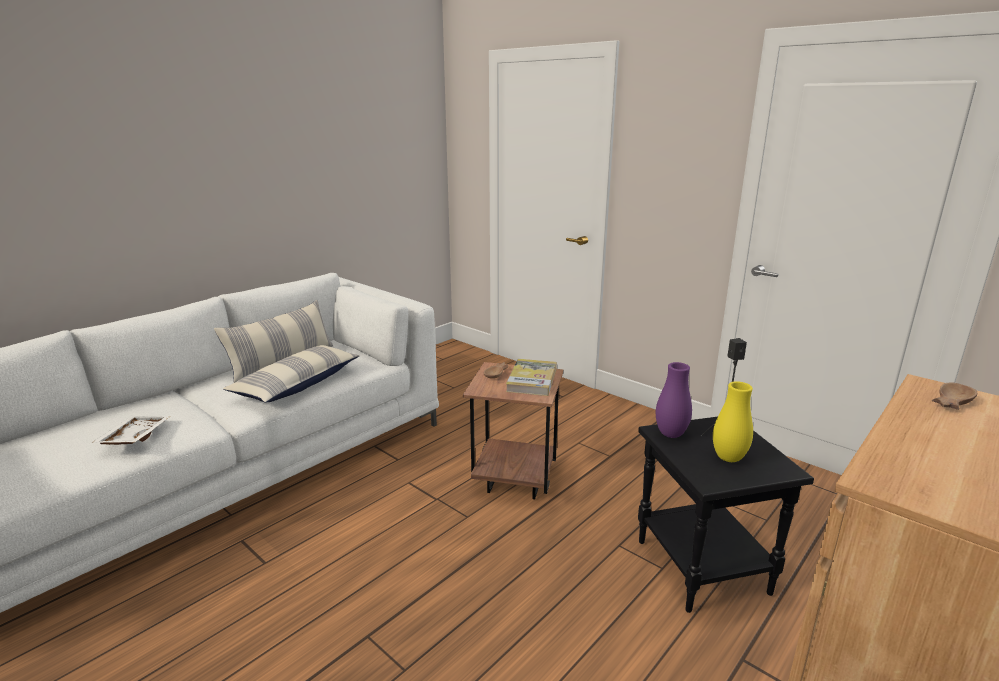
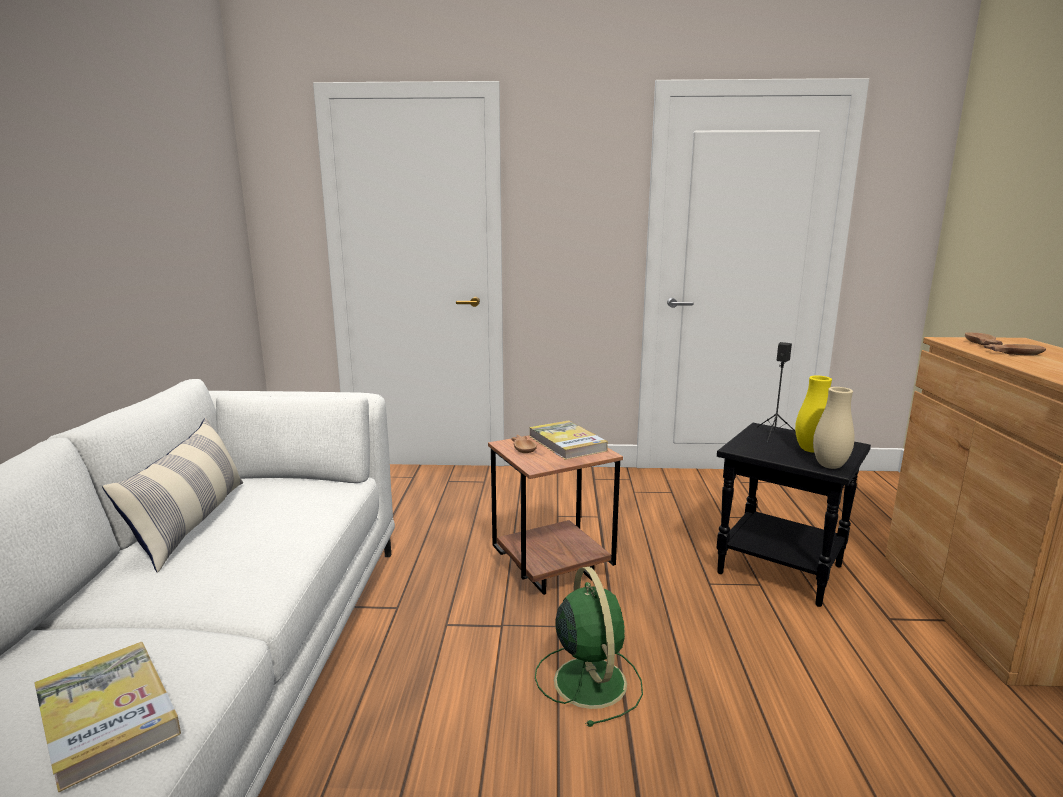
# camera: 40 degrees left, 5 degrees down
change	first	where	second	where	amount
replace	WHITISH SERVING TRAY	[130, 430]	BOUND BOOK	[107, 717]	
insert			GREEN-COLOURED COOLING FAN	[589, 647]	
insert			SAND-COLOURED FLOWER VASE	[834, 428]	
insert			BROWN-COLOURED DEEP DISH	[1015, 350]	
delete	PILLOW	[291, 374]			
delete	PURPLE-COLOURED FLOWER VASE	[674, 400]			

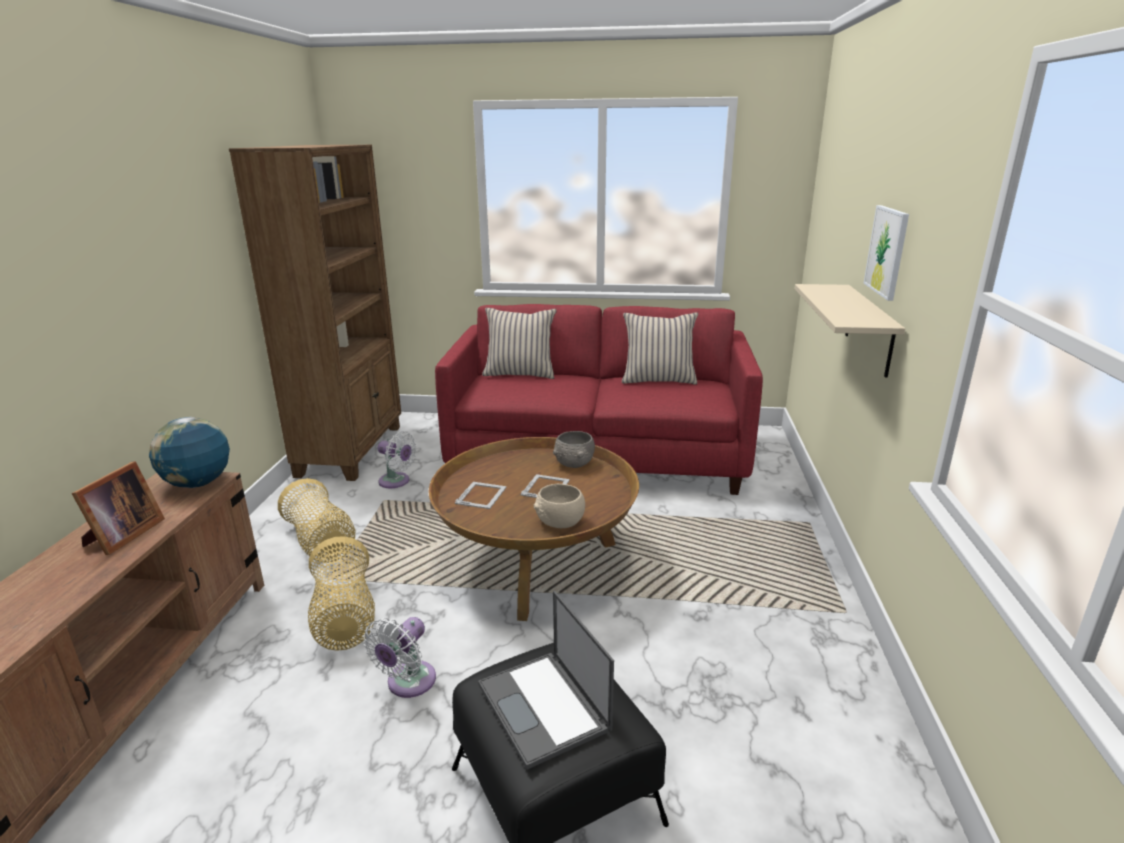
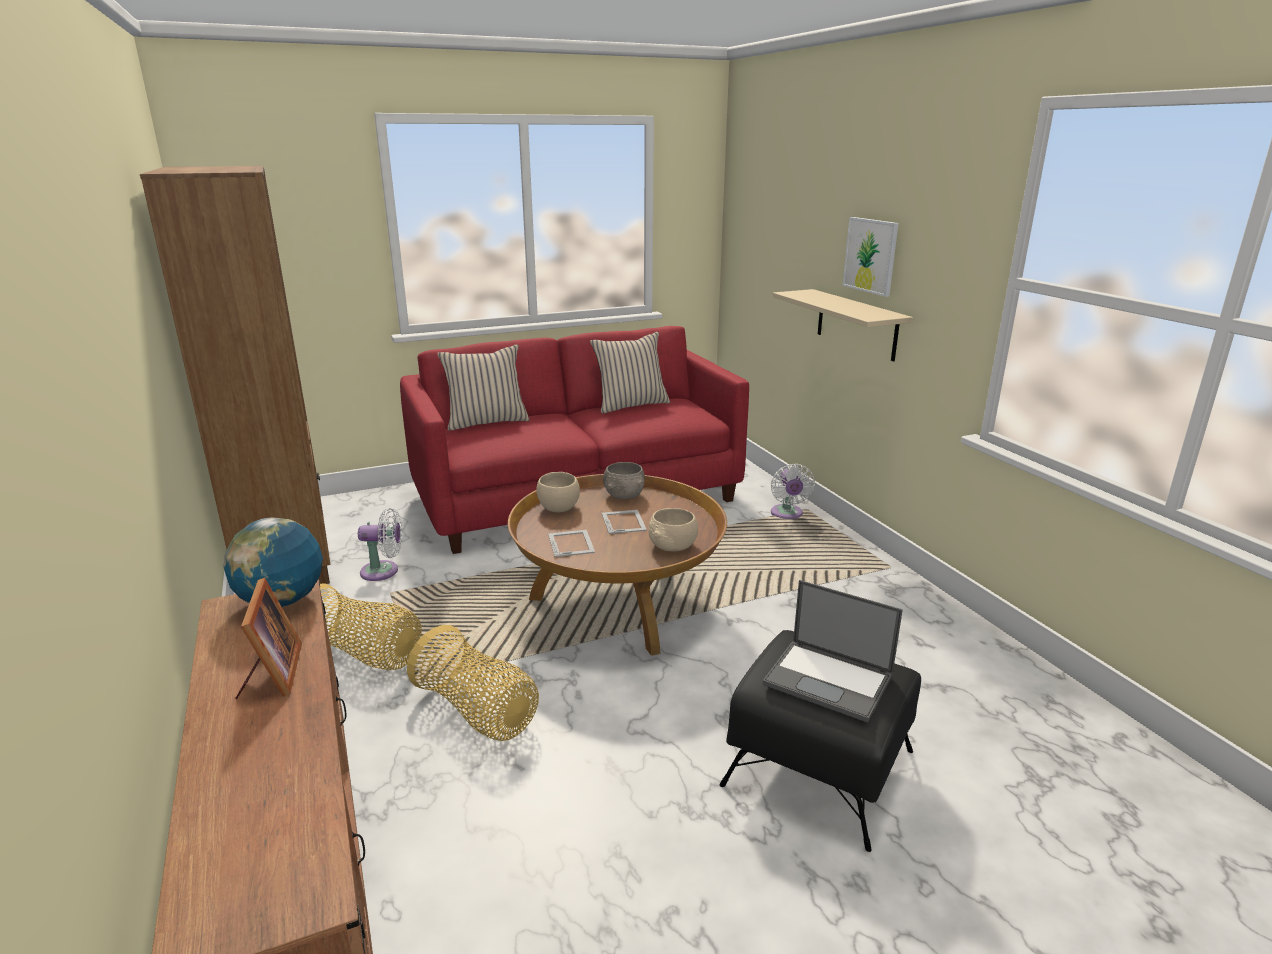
# camera: 30 degrees left, 0 degrees up
change	first	where	second	where	amount
insert			SAND-COLOURED DEEP DISH	[558, 492]	
move	WHITISH COOLING FAN	[399, 657]		[793, 491]	

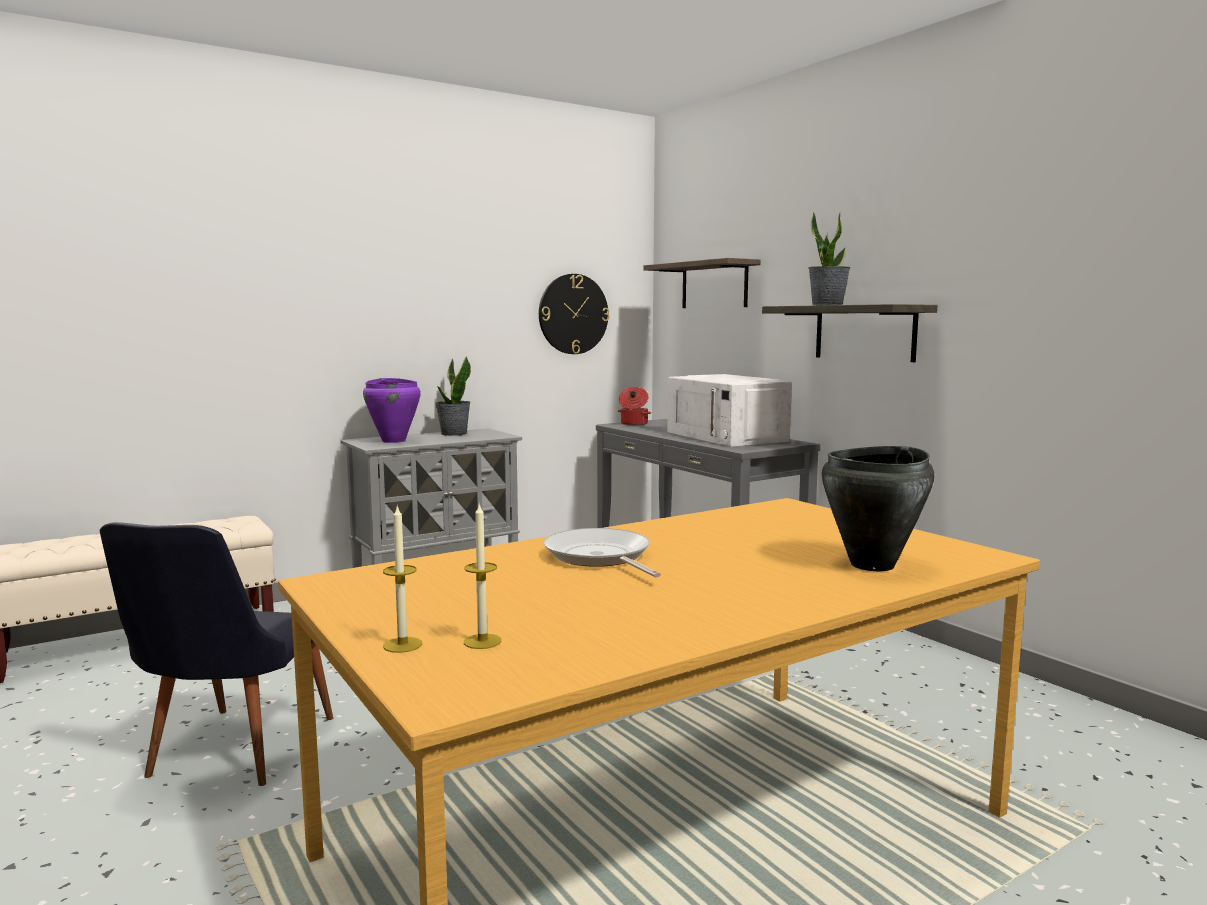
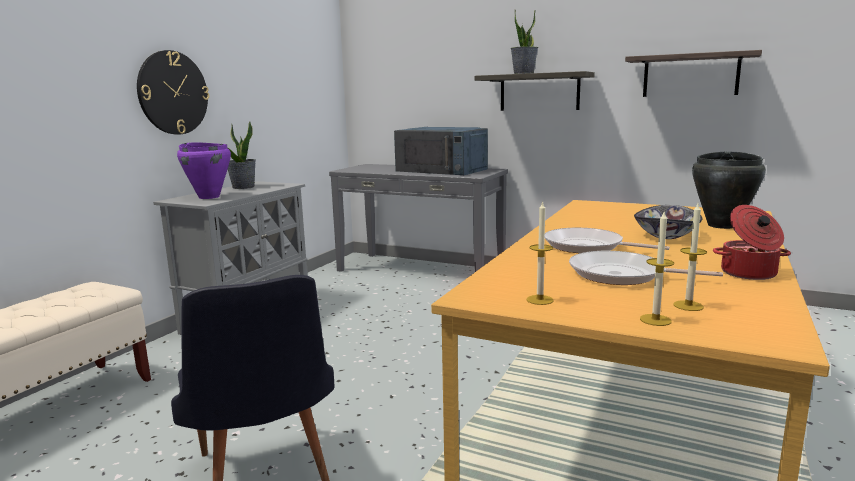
# camera: 30 degrees left, 5 degrees up
change	first	where	second	where	amount
move	HANGING CLOCK	[574, 314]		[173, 92]	
recolor	WHITISH KITCHEN MICROWAVE	[729, 410]	BLUE-COLOURED KITCHEN MICROWAVE	[441, 151]	
insert			WAX LIGHT	[540, 253]	
insert			PAN	[646, 268]	
move	BRACKET SHELF	[702, 283]		[693, 73]	
insert			DEEP DISH	[668, 222]	
move	SAUCEPOT	[634, 406]		[752, 242]	

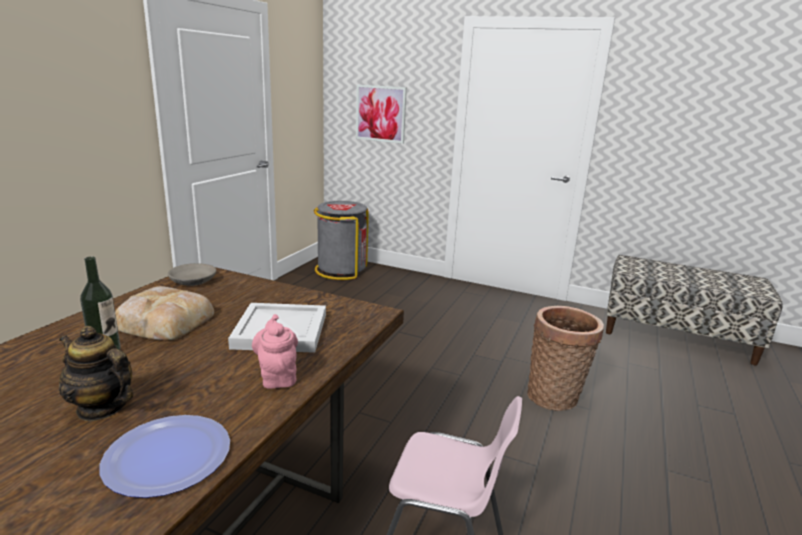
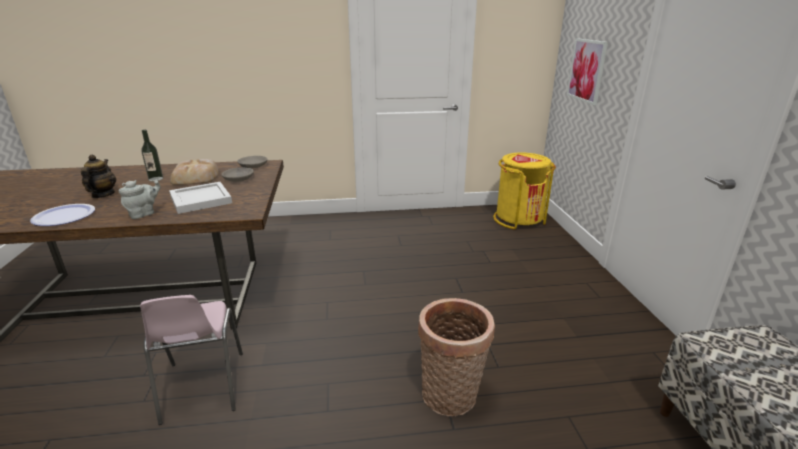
# camera: 60 degrees right, 5 degrees up
change	first	where	second	where	amount
recolor	PINKISH POT FOR TEA	[275, 351]	GREY POT FOR TEA	[140, 199]	
insert			GREY DEEP DISH	[237, 174]	
recolor	GREY WASTE BIN	[341, 240]	YELLOW-COLOURED WASTE BIN	[524, 190]	

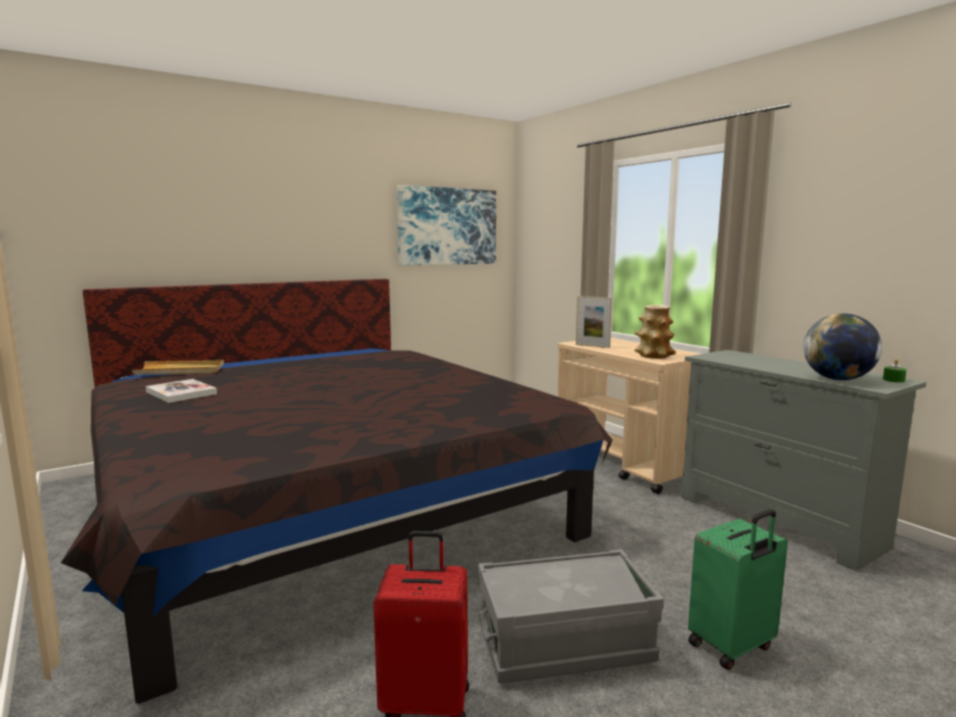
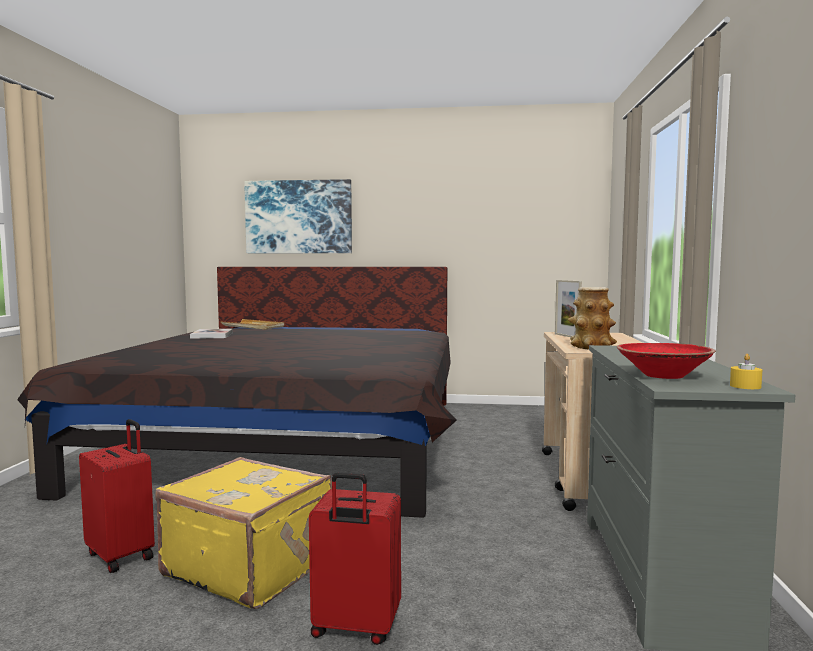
# camera: 40 degrees right, 5 degrees down
change	first	where	second	where	amount
replace	GREY STORAGE CONTAINER	[571, 616]	YELLOW-COLOURED PIECE OF LUGGAGE	[243, 533]	
move	PICTURE	[446, 225]		[298, 216]	
recolor	GREEN-COLOURED PIECE OF LUGGAGE	[738, 589]	RED-COLOURED PIECE OF LUGGAGE	[355, 558]	
replace	DESK GLOBE	[842, 346]	RED-COLOURED DEEP DISH	[666, 361]	
recolor	GREEN-COLOURED WAX LIGHT	[895, 370]	YELLOW-COLOURED WAX LIGHT	[746, 371]	

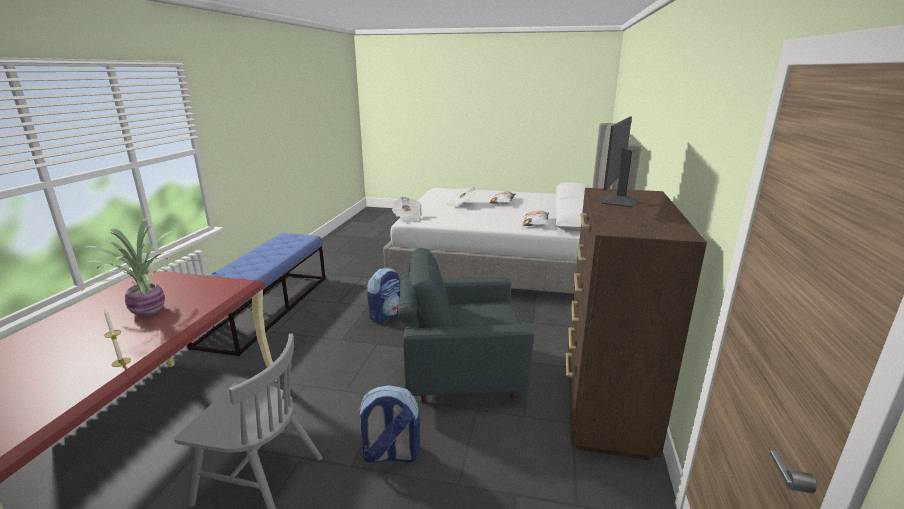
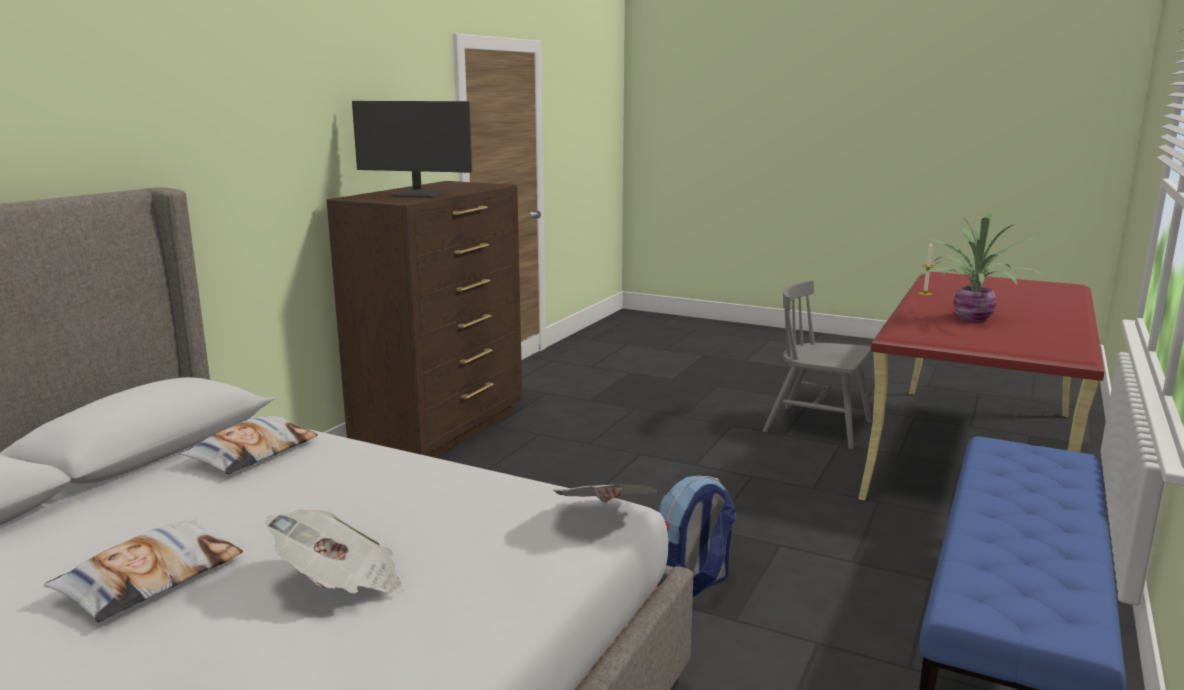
# camera: 165 degrees left, 5 degrees down
change	first	where	second	where	amount
rotate	COMPUTER SCREEN	[620, 162]		[412, 149]	60 degrees clockwise
delete	RUCKSACK	[388, 424]			
delete	GREY LOUNGE CHAIR	[465, 325]			

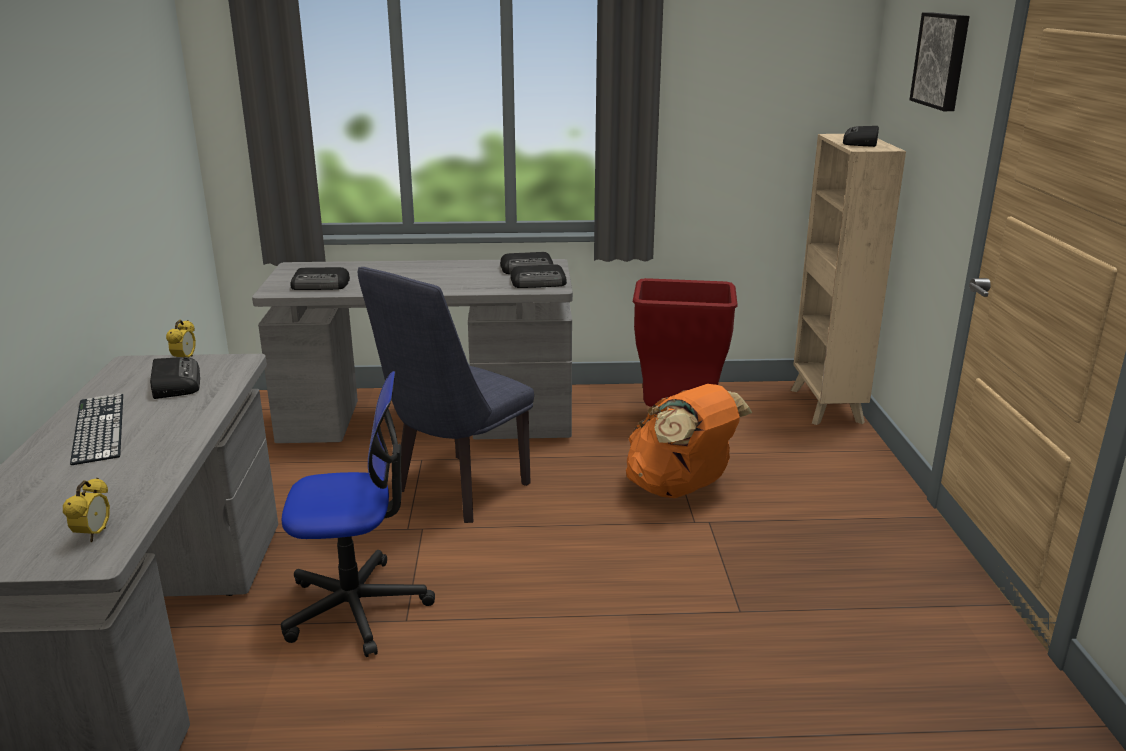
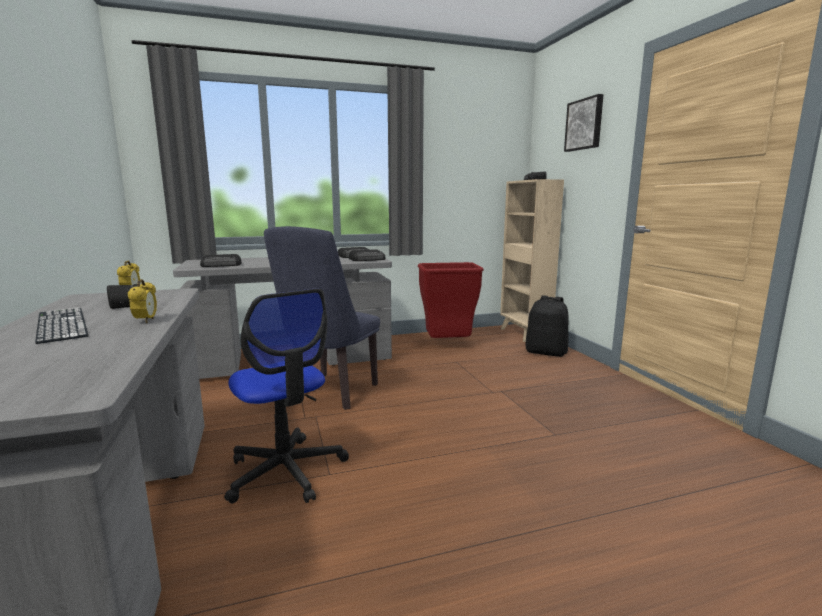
# camera: 15 degrees left, 10 degrees down
change	first	where	second	where	amount
move	TABLE CLOCK	[86, 510]		[142, 301]	
rotate	DESK CHAIR	[358, 514]		[286, 396]	75 degrees clockwise
insert			BLACKISH RUCKSACK	[547, 326]	
delete	ORANGEY RUCKSACK	[689, 441]			

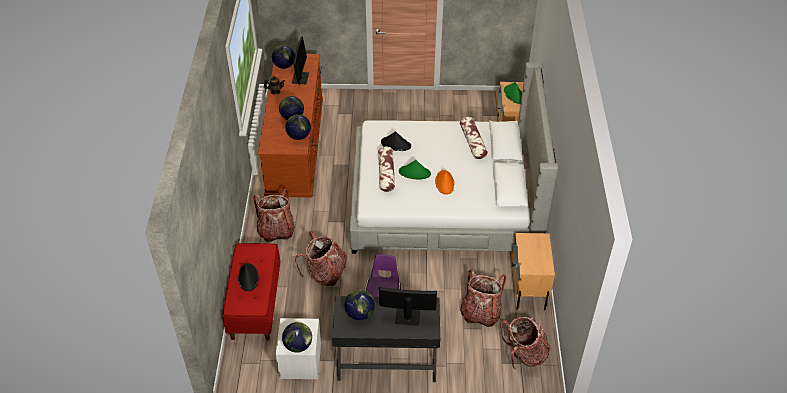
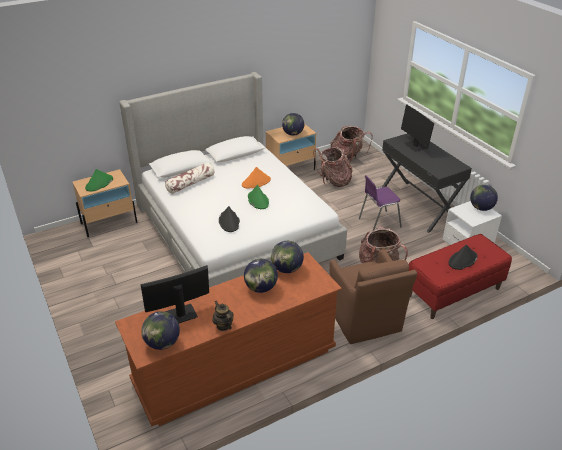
# camera: 120 degrees left, 10 degrees down
change	first	where	second	where	amount
move	DESK GLOBE	[360, 305]		[293, 124]	
replace	RUCKSACK	[274, 216]	BROWN-COLOURED LOUNGE CHAIR	[373, 296]	
delete	PILLOW	[386, 169]			

